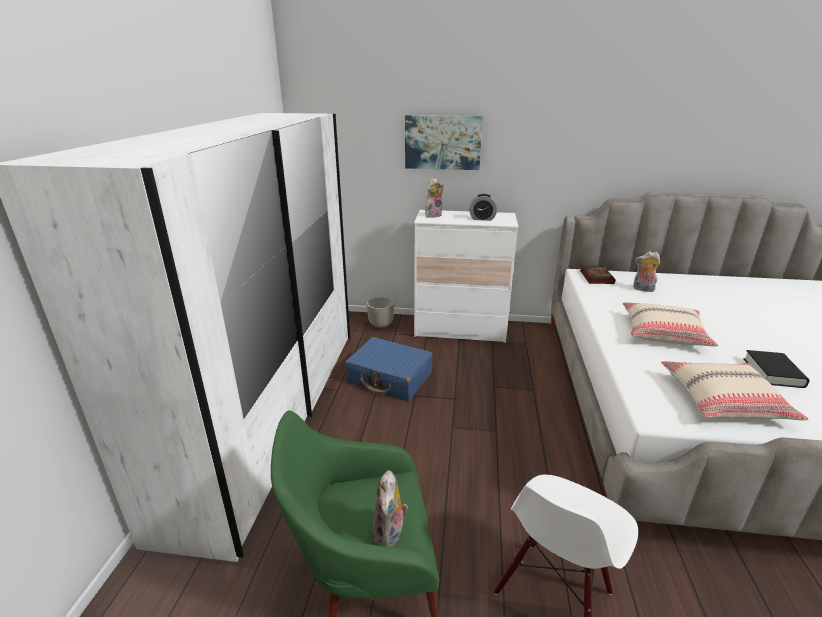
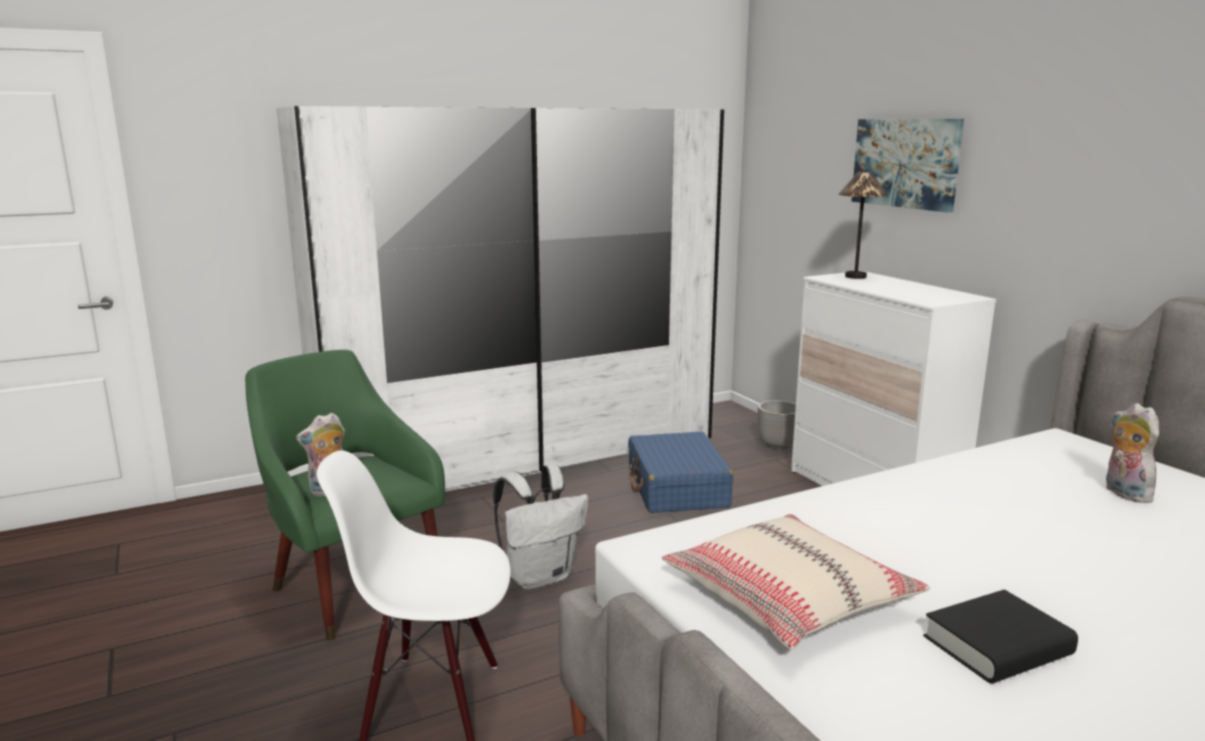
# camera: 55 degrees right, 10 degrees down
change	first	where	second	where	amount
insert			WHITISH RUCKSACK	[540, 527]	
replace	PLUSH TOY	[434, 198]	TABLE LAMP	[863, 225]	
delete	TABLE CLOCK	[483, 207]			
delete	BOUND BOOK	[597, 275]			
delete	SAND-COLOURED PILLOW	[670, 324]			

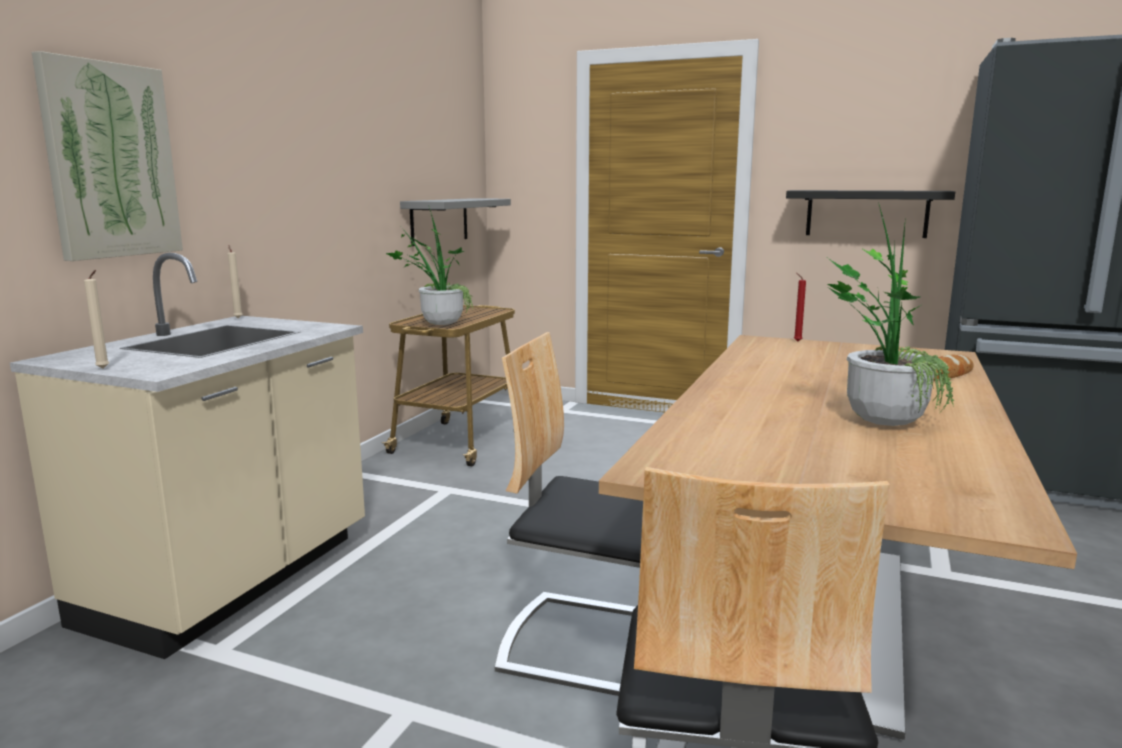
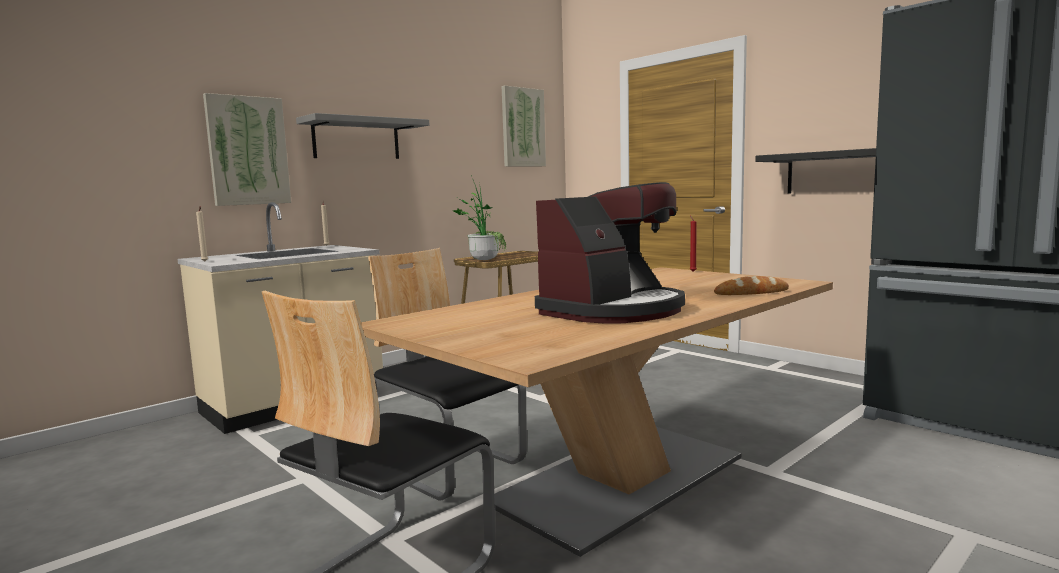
# camera: 25 degrees right, 5 degrees down
change	first	where	second	where	amount
move	GREY BRACKET SHELF	[455, 222]		[363, 136]	
insert			PICTURE	[524, 126]	
replace	POTTED PLANT	[890, 314]	COFFEE MAKER	[610, 252]	

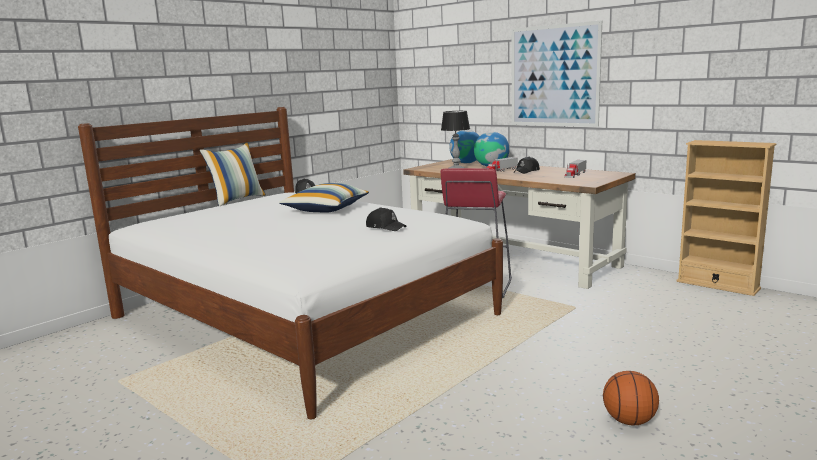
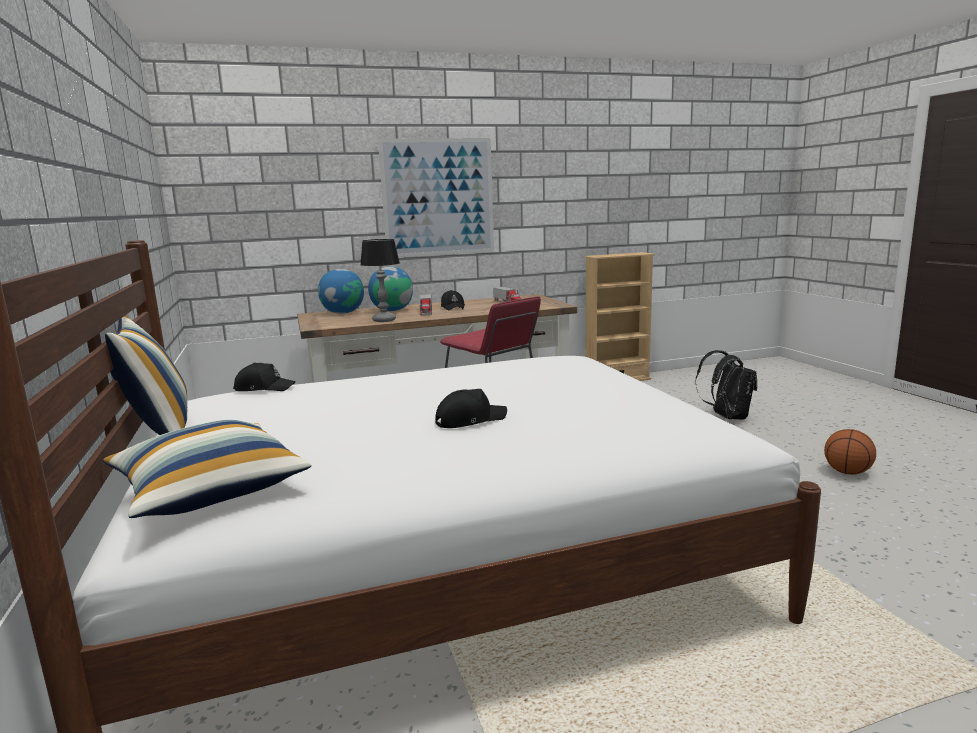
# camera: 60 degrees left, 0 degrees up
change	first	where	second	where	amount
move	PILLOW	[324, 198]		[207, 469]	
move	BLACKISH BASEBALL CAP	[386, 219]		[471, 408]	
insert			BLACKISH RUCKSACK	[726, 385]	

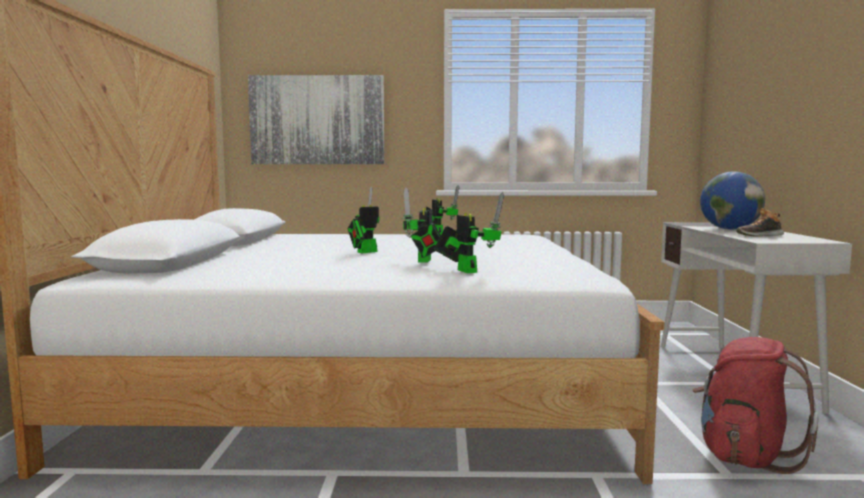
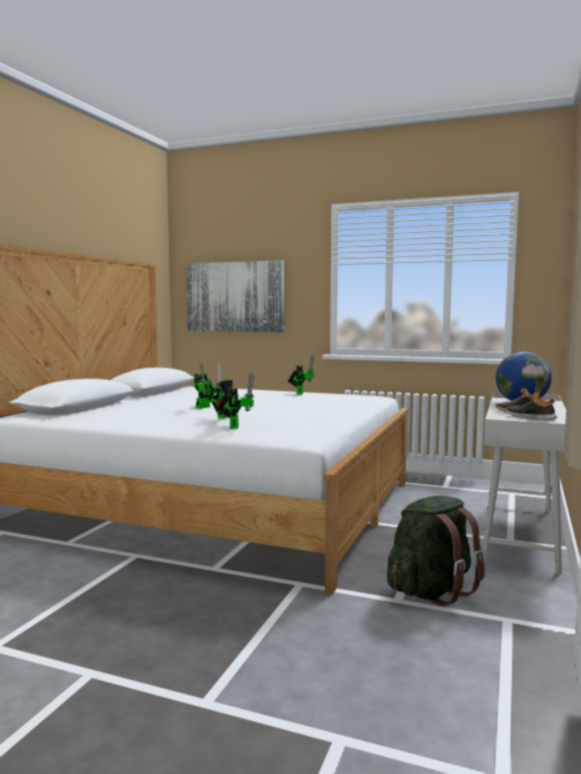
# camera: 20 degrees right, 0 degrees up
change	first	where	second	where	amount
rotate	MODEL ROBOT	[363, 219]		[205, 385]	150 degrees clockwise
recolor	RED-COLOURED RUCKSACK	[755, 405]	GREEN-COLOURED RUCKSACK	[436, 551]	
insert			LOW SHOE	[531, 406]	

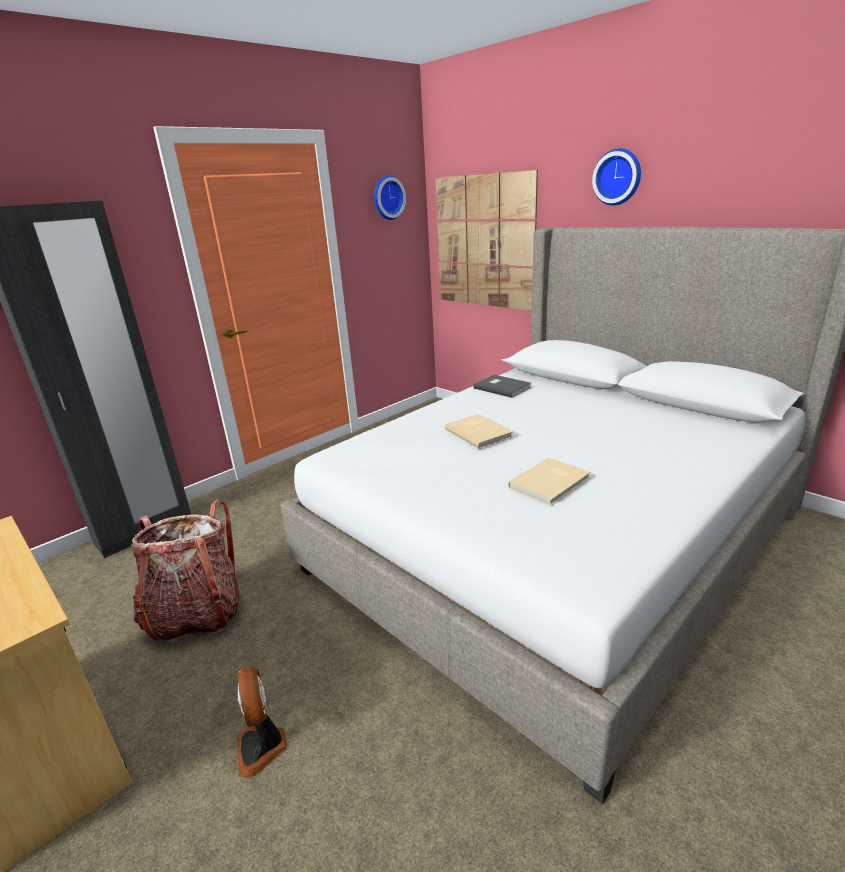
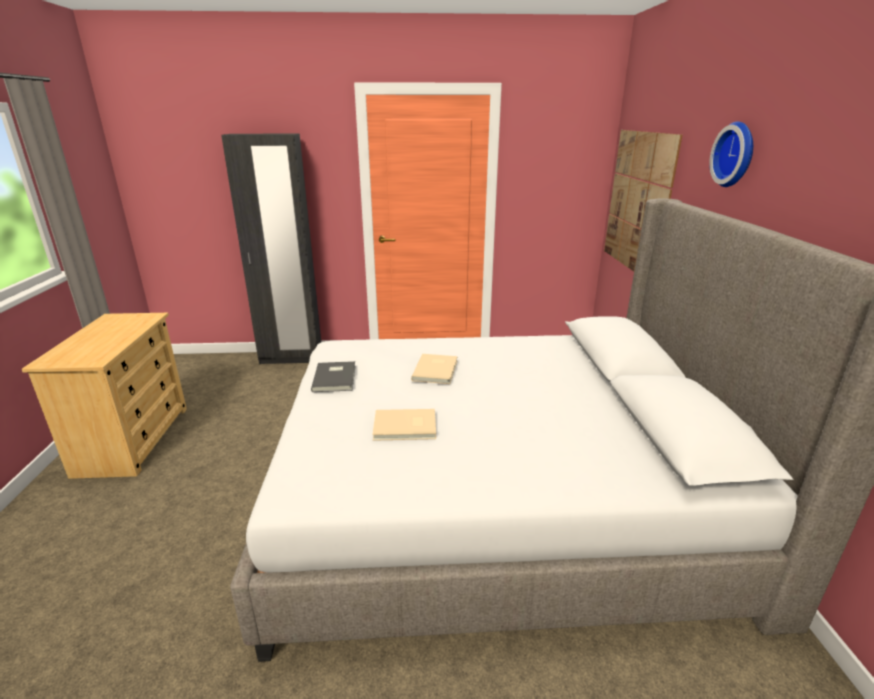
# camera: 40 degrees right, 0 degrees up
change	first	where	second	where	amount
move	GREY BOUND BOOK	[502, 386]		[333, 376]	
delete	RUCKSACK	[186, 572]			
delete	COOLING FAN	[262, 722]			
delete	HANGING CLOCK	[390, 197]			

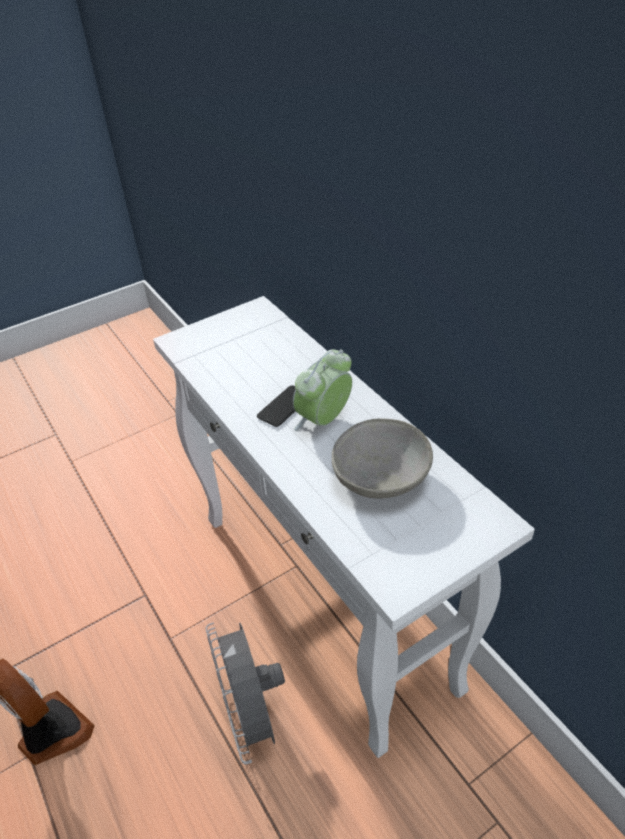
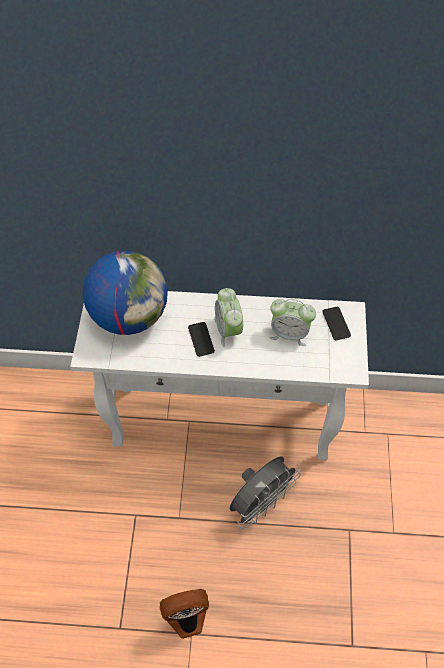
# camera: 55 degrees left, 15 degrees up
change	first	where	second	where	amount
insert			DESK GLOBE	[125, 293]	
rotate	GREY COOLING FAN	[245, 693]		[266, 493]	60 degrees counterclockwise
replace	GREY DEEP DISH	[382, 458]	TABLE CLOCK	[293, 322]	
insert			PHONE	[336, 323]	

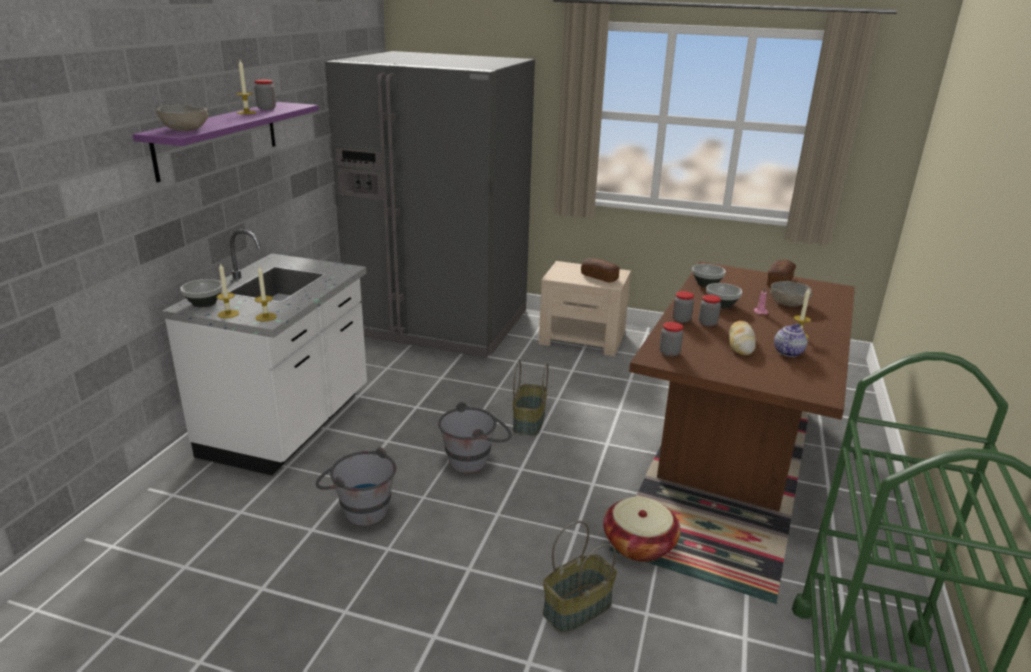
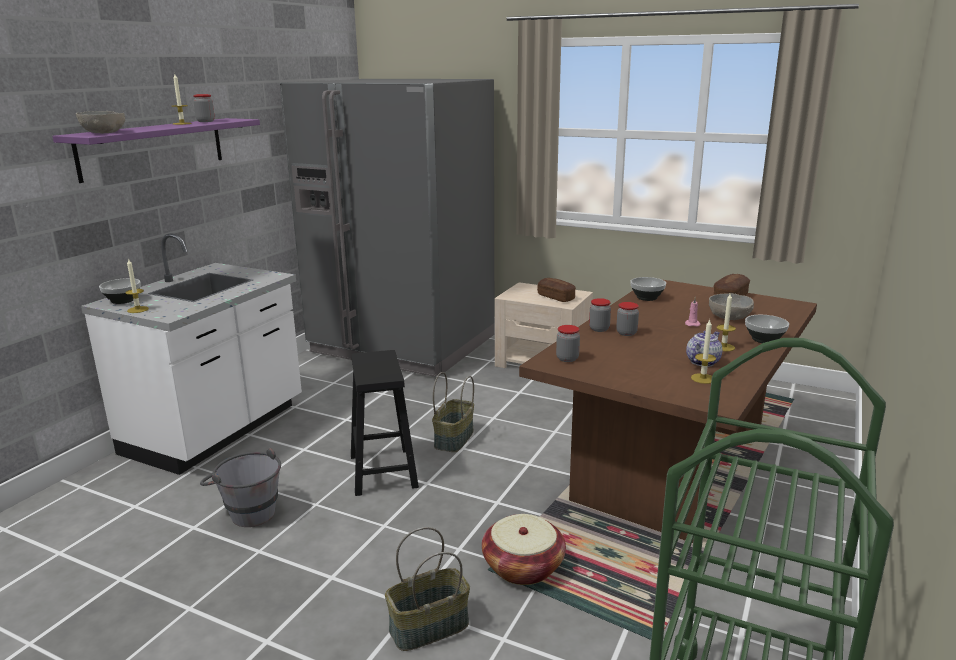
# camera: 10 degrees right, 5 degrees down
change	first	where	second	where	amount
replace	GREY BUCKET	[475, 437]	BLACKISH STOOL	[385, 423]	
move	WAX LIGHT	[266, 293]		[703, 351]	
move	DEEP DISH	[724, 295]		[767, 329]	
delete	BREAD	[742, 338]			

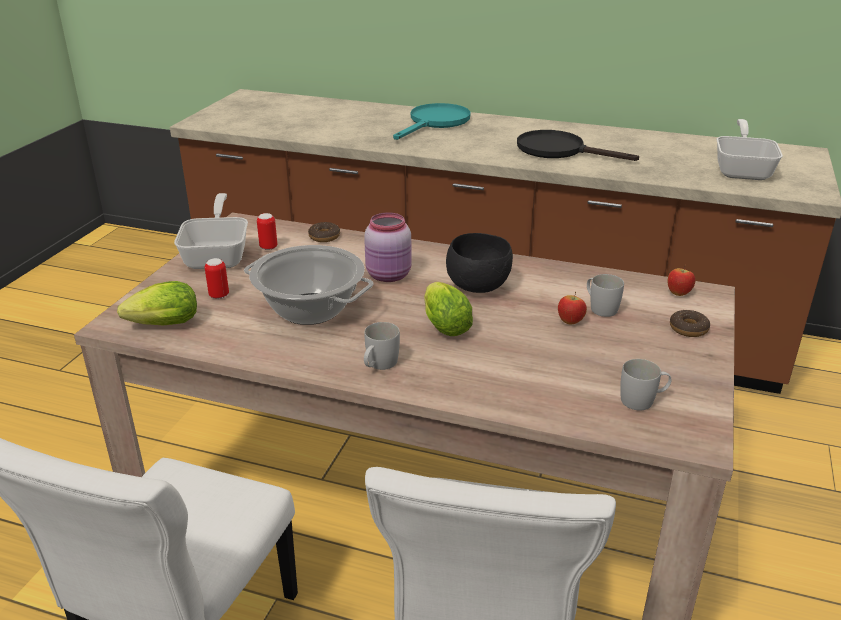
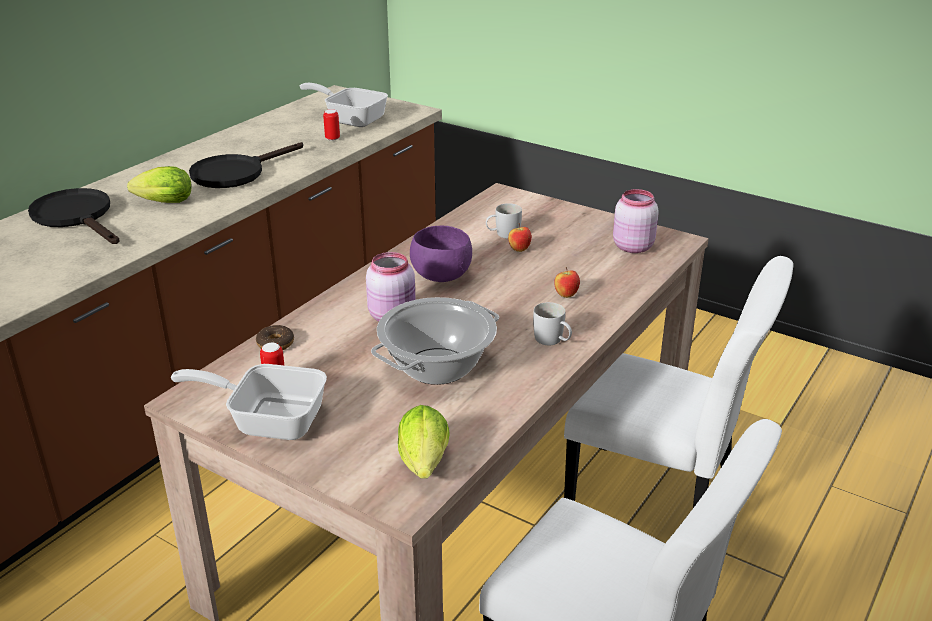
# camera: 75 degrees left, 0 degrees up
change	first	where	second	where	amount
recolor	BLUE-GREEN PAN	[431, 121]	BLACKISH PAN	[74, 216]	
move	LETTUCE HEAD	[448, 309]		[159, 184]	
move	SEALED CAN	[217, 278]		[331, 125]	
recolor	BLACKISH DEEP DISH	[479, 263]	PURPLE-COLOURED DEEP DISH	[441, 254]	
move	APPLE FRUIT	[681, 280]		[567, 282]	
replace	WHITISH COFFEE MUG	[646, 384]	PINKISH STORAGE JAR	[636, 221]	
delete	DONUT	[690, 323]			

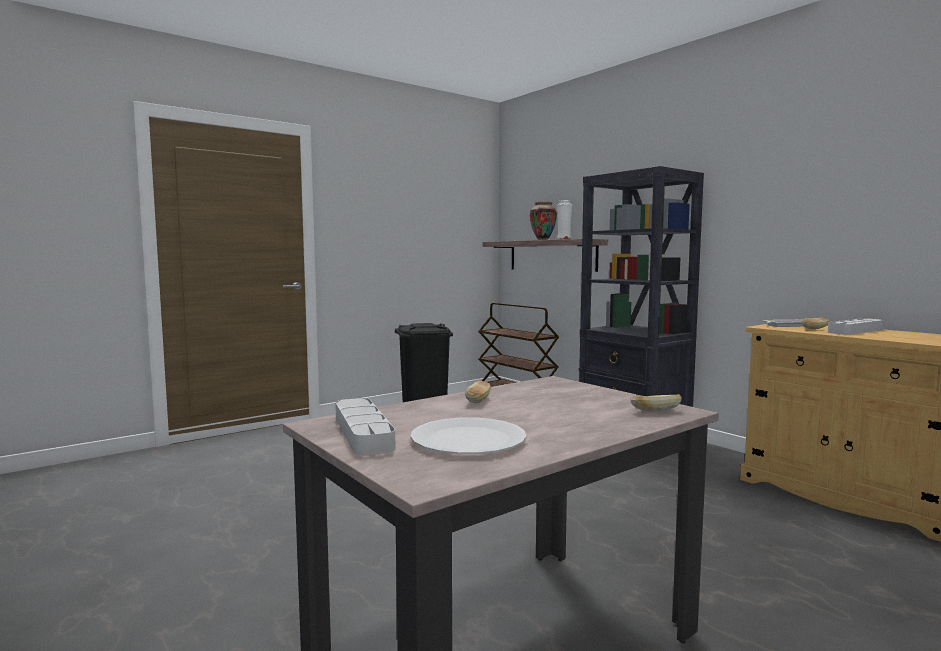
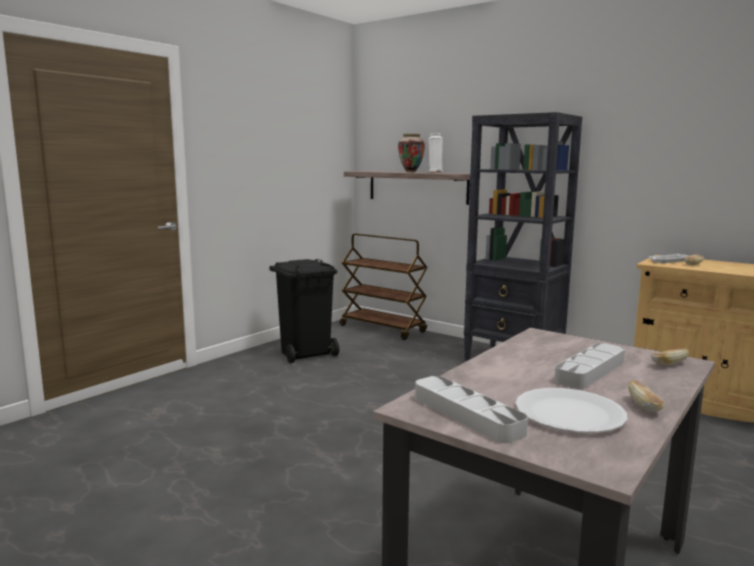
# camera: 15 degrees left, 5 degrees up
change	first	where	second	where	amount
move	GREY SERVING TRAY	[855, 326]		[589, 366]	
move	BREAD	[478, 392]		[646, 396]	

